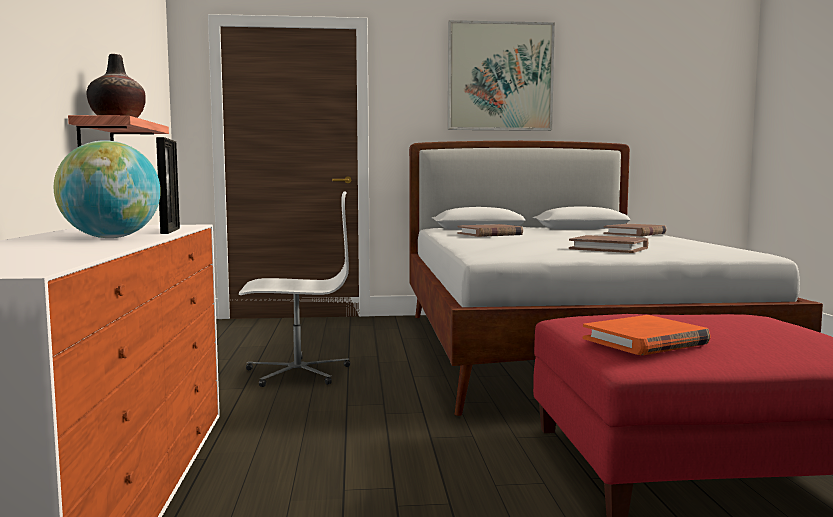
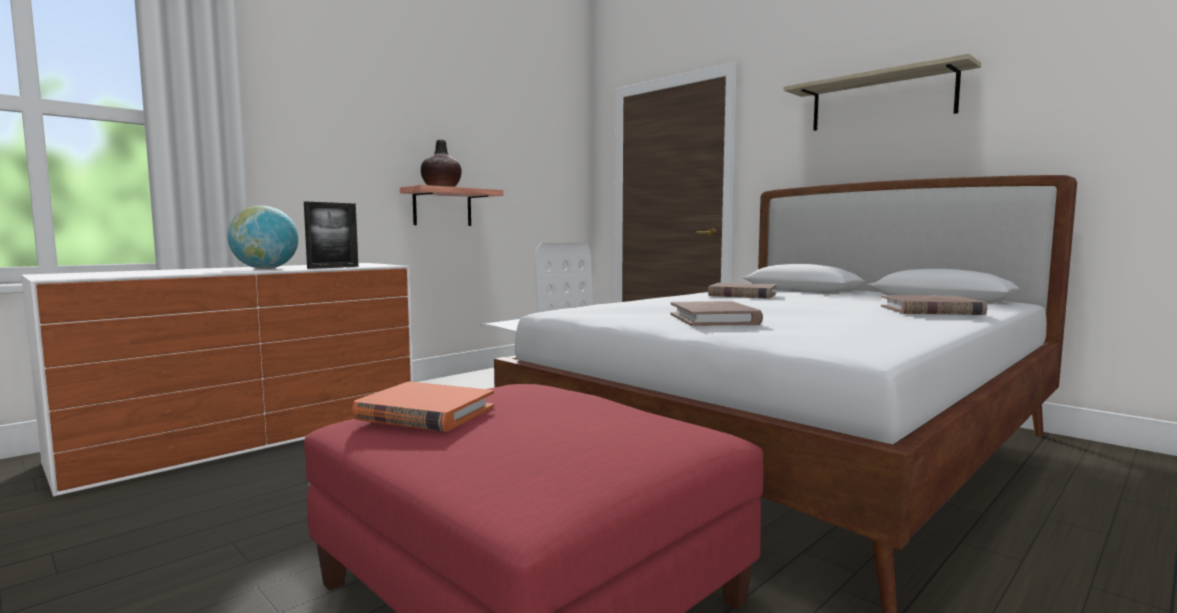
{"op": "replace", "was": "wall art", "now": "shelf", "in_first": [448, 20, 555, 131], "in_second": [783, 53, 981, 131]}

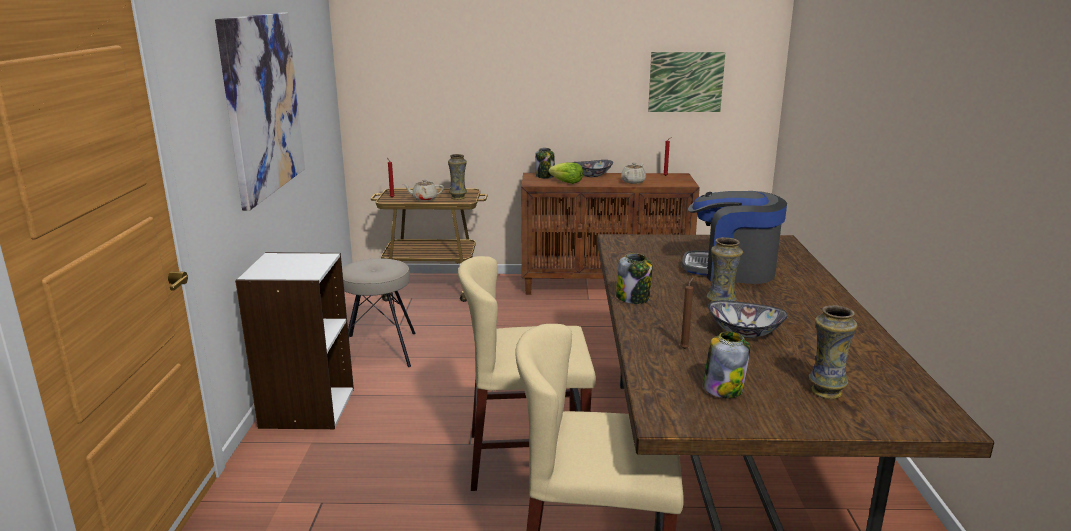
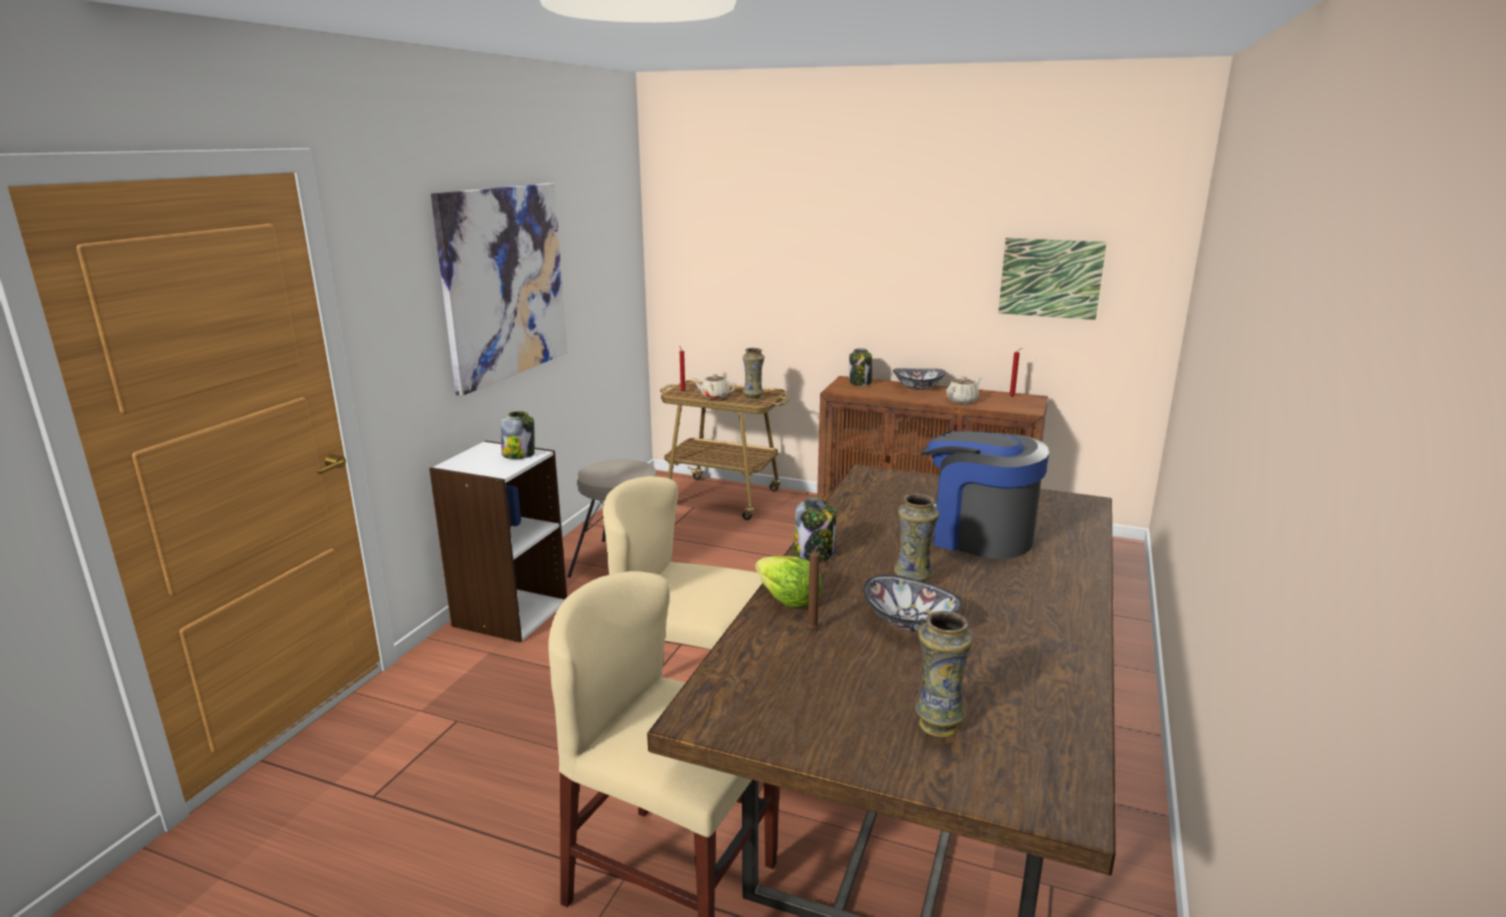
{"op": "move", "was": "jar", "in_first": [703, 331, 750, 398], "in_second": [501, 411, 535, 459]}
{"op": "move", "was": "head of lettuce", "in_first": [549, 162, 583, 184], "in_second": [755, 556, 822, 608]}

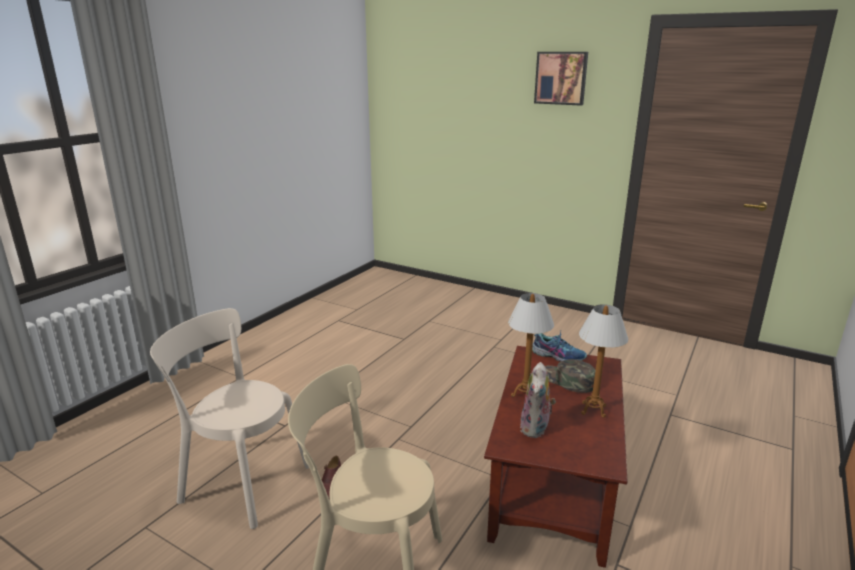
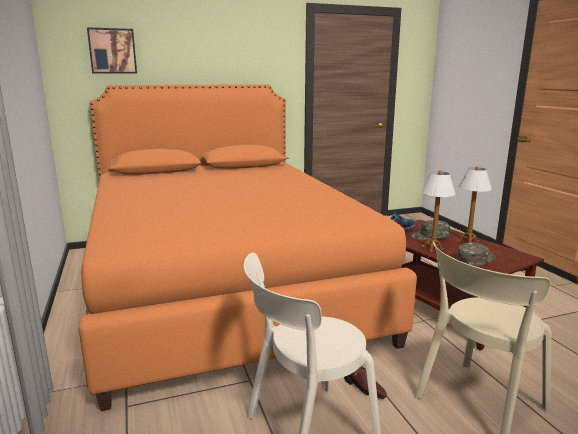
{"op": "insert", "now": "bedroom bed/orangey", "in_second": [79, 84, 417, 411]}
{"op": "move", "was": "wall art", "in_first": [534, 52, 588, 106], "in_second": [87, 27, 137, 74]}
{"op": "replace", "was": "plush toy", "now": "baseball cap/greenish", "in_first": [520, 362, 556, 438], "in_second": [456, 242, 496, 266]}

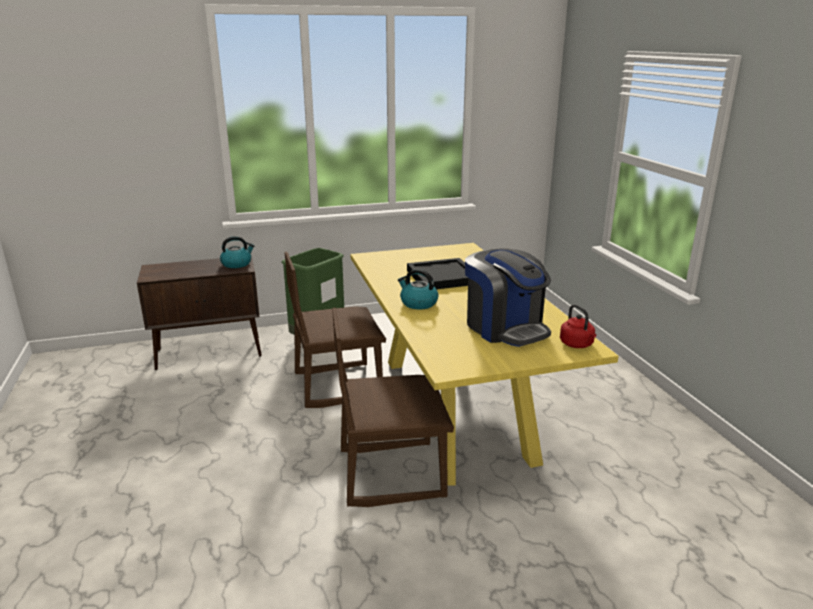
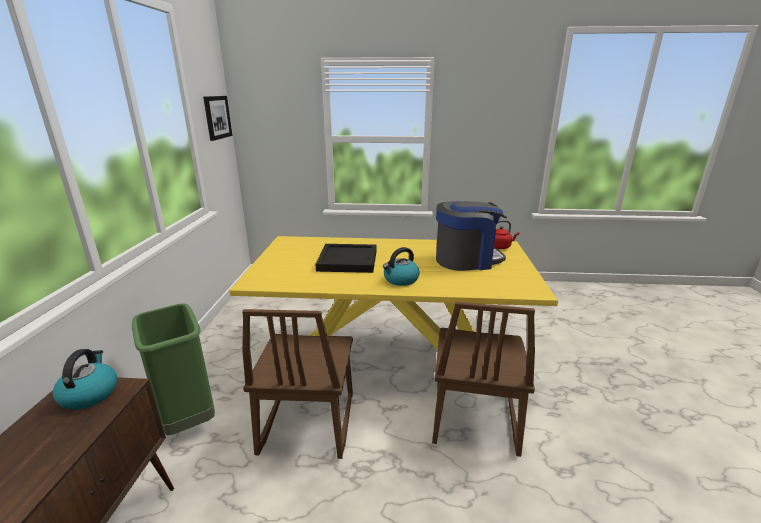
{"op": "insert", "now": "wall art", "in_second": [203, 96, 232, 141]}

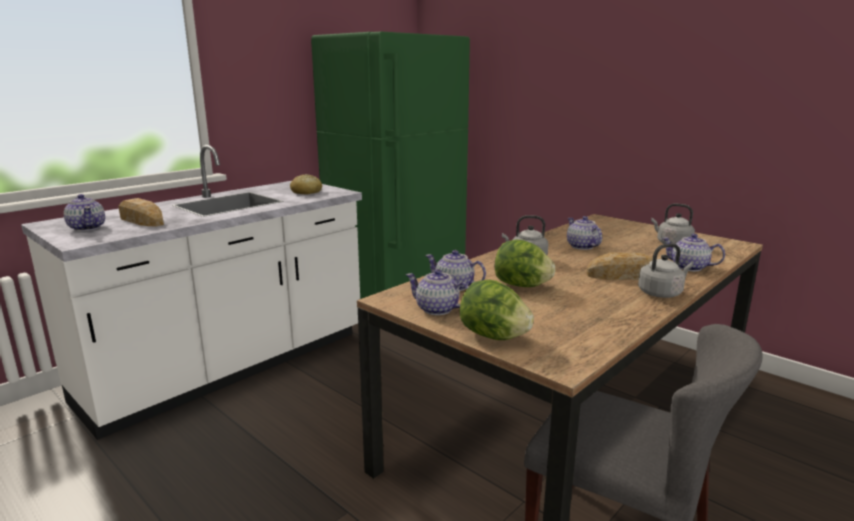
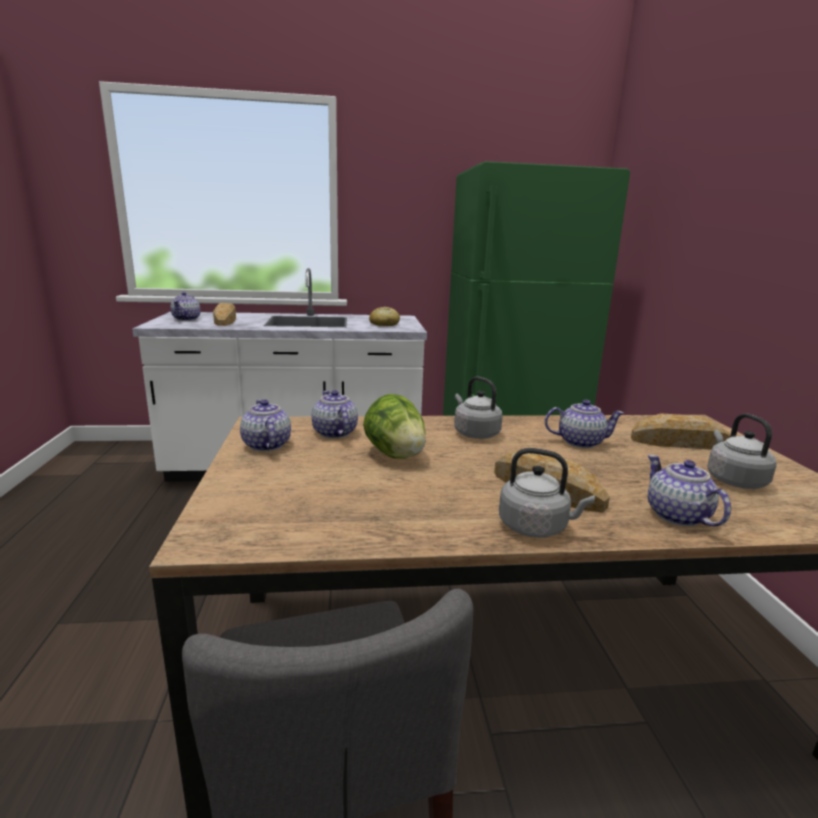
{"op": "rotate", "was": "tea pot", "in_first": [567, 216, 602, 250], "in_second": [545, 400, 625, 448], "clockwise": 75}
{"op": "insert", "now": "bread", "in_second": [631, 413, 731, 450]}
{"op": "delete", "was": "head of lettuce", "in_first": [460, 280, 534, 340]}

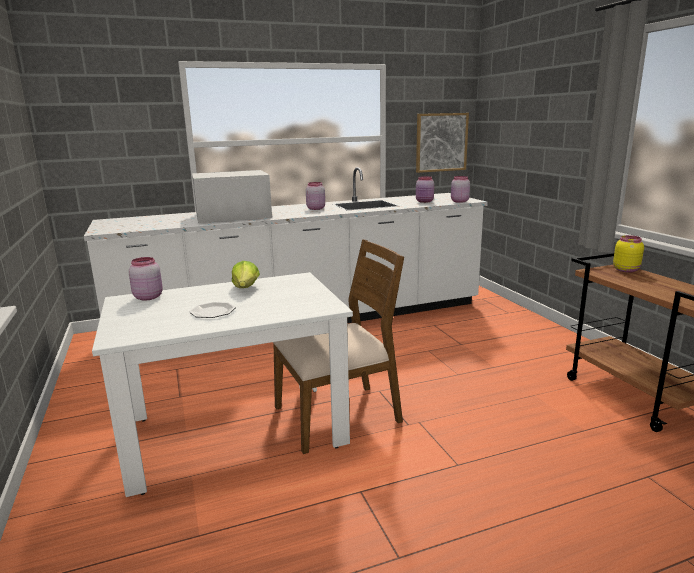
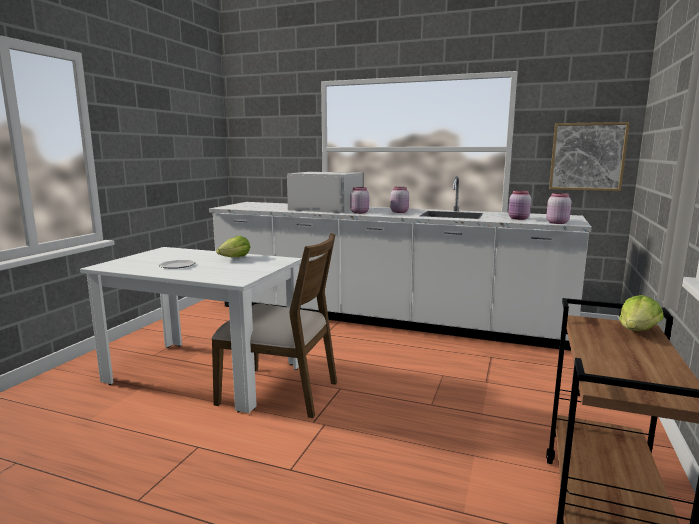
{"op": "move", "was": "jar/pink", "in_first": [129, 257, 163, 301], "in_second": [350, 187, 369, 214]}
{"op": "replace", "was": "jar/yellow", "now": "head of lettuce", "in_first": [613, 235, 644, 272], "in_second": [619, 295, 664, 331]}

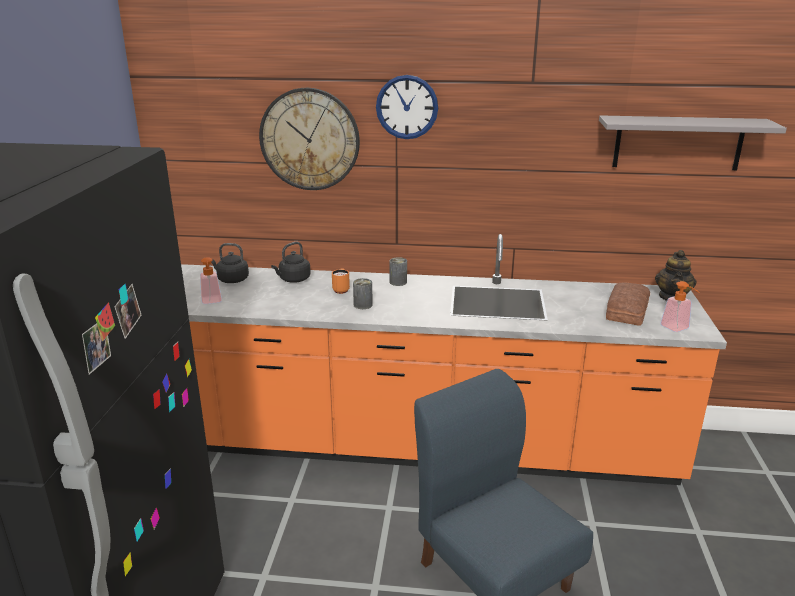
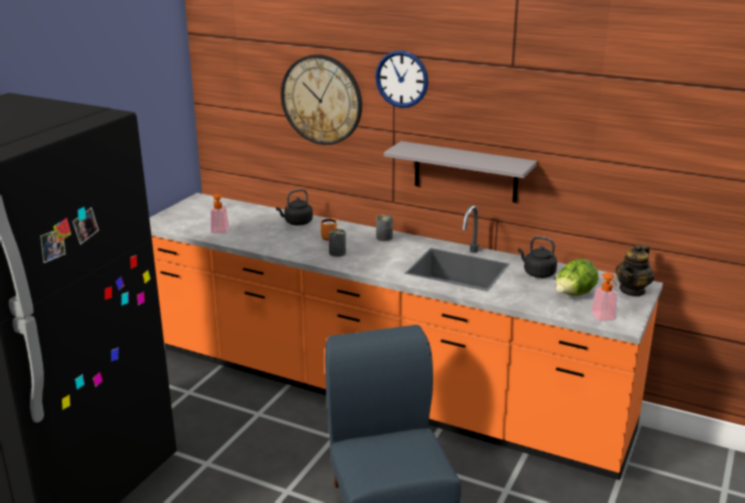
{"op": "move", "was": "shelf/grey", "in_first": [599, 115, 787, 170], "in_second": [384, 141, 537, 203]}
{"op": "move", "was": "tea kettle/black-coloured", "in_first": [211, 243, 249, 283], "in_second": [518, 236, 557, 278]}
{"op": "replace", "was": "bread", "now": "head of lettuce", "in_first": [606, 283, 650, 326], "in_second": [556, 259, 599, 296]}

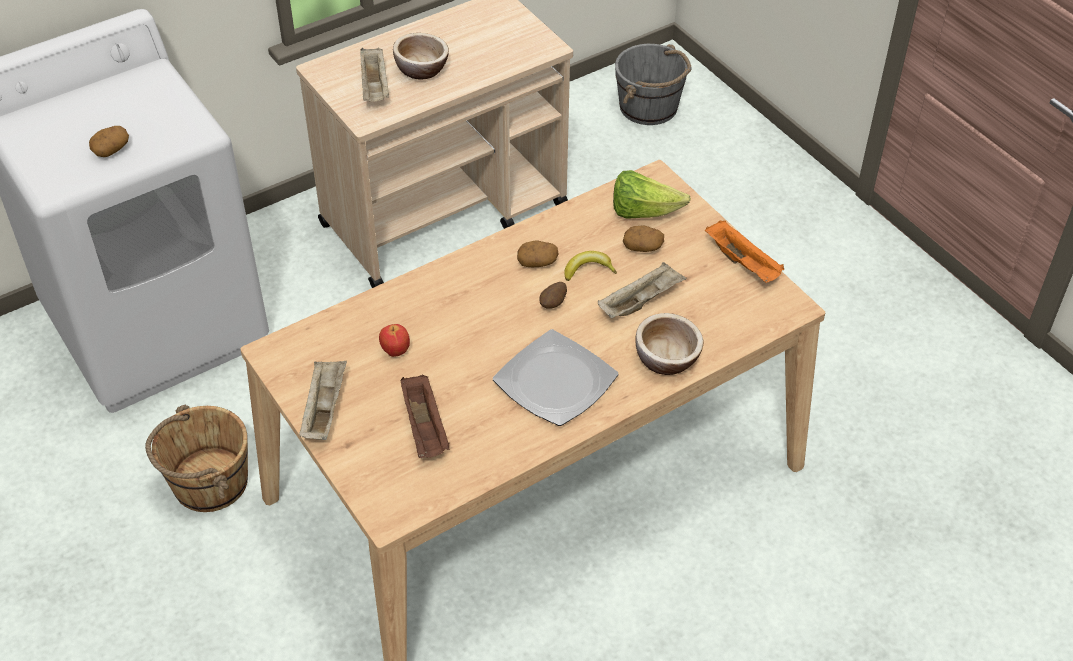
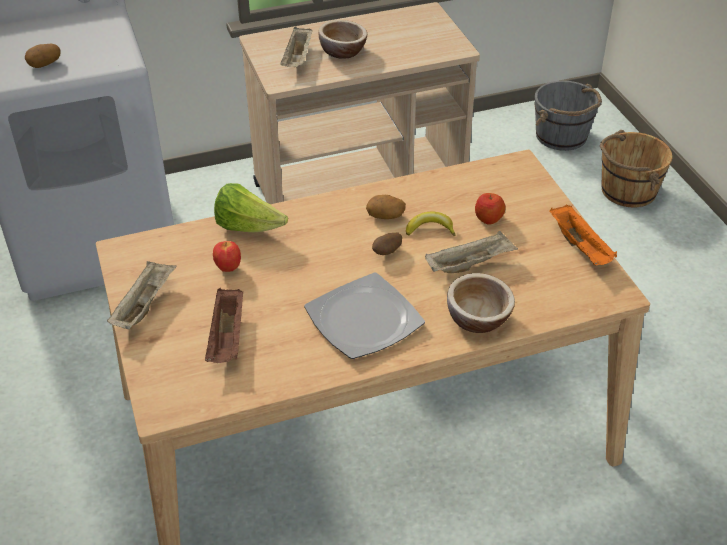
{"op": "move", "was": "head of lettuce", "in_first": [613, 170, 691, 219], "in_second": [214, 183, 288, 232]}
{"op": "replace", "was": "potato", "now": "whole apple", "in_first": [623, 225, 664, 252], "in_second": [475, 193, 506, 225]}
{"op": "move", "was": "water bucket/brownish", "in_first": [145, 405, 248, 512], "in_second": [600, 130, 673, 207]}

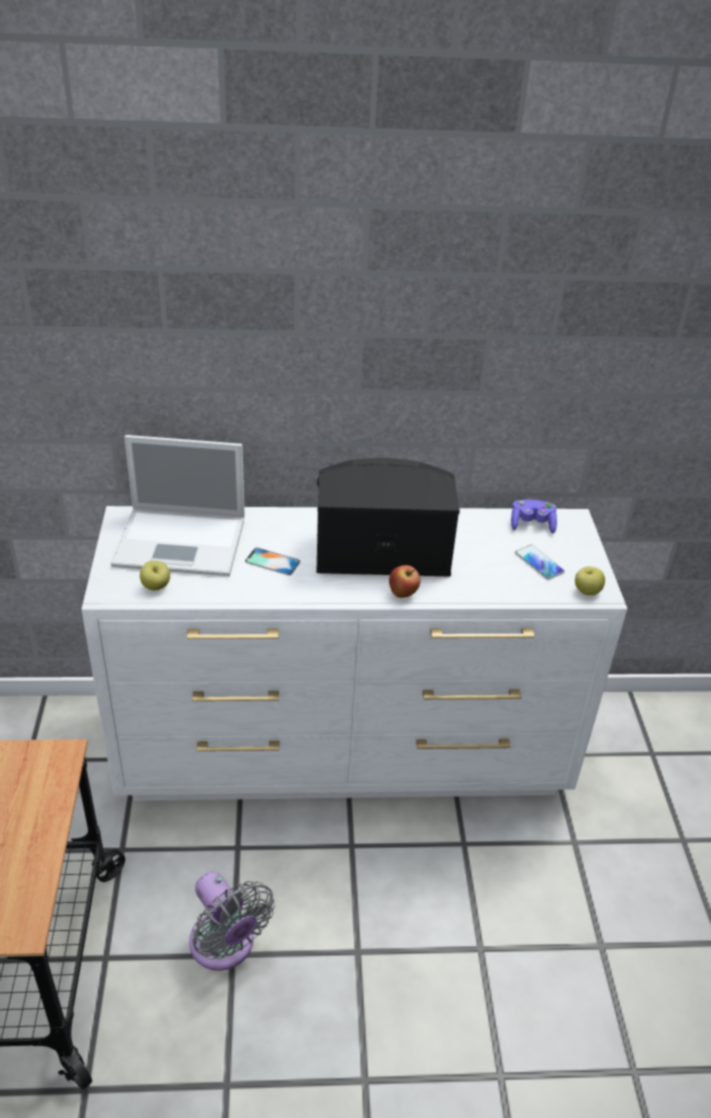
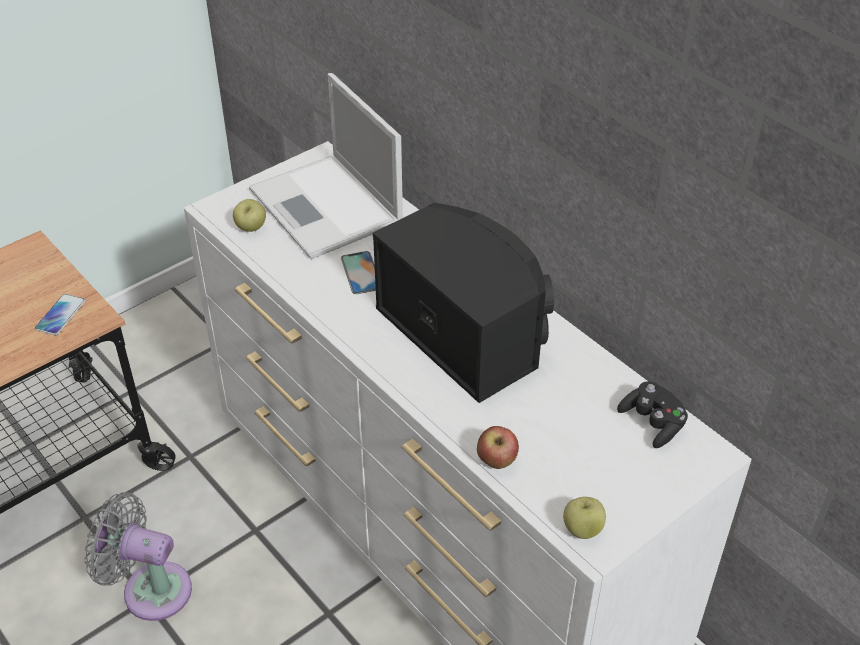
{"op": "move", "was": "phone", "in_first": [515, 545, 565, 580], "in_second": [35, 294, 86, 335]}
{"op": "rotate", "was": "fan/grey", "in_first": [189, 871, 275, 971], "in_second": [85, 492, 192, 621], "clockwise": 90}
{"op": "move", "was": "whole apple", "in_first": [389, 565, 420, 598], "in_second": [477, 426, 519, 469]}
{"op": "recolor", "was": "game controller/purple", "now": "game controller/black-coloured", "in_first": [511, 500, 557, 534], "in_second": [617, 381, 688, 448]}

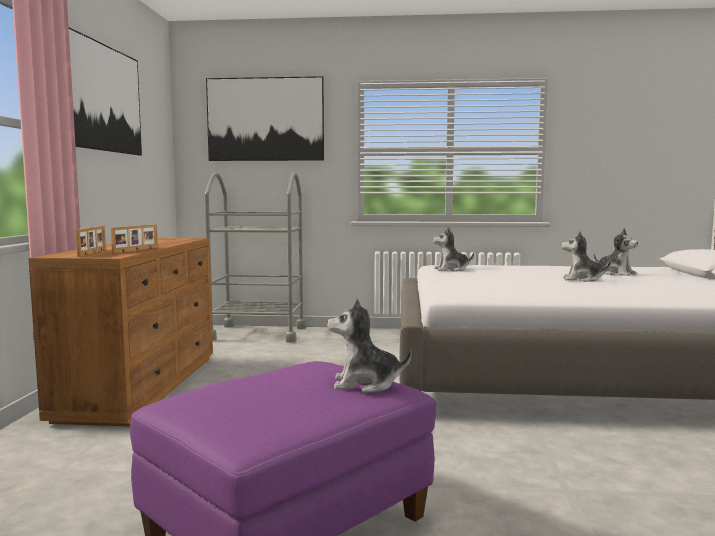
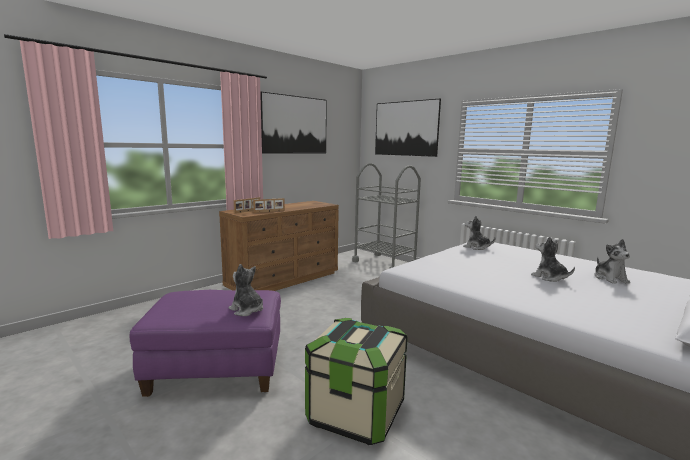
{"op": "insert", "now": "storage bin", "in_second": [305, 318, 408, 445]}

